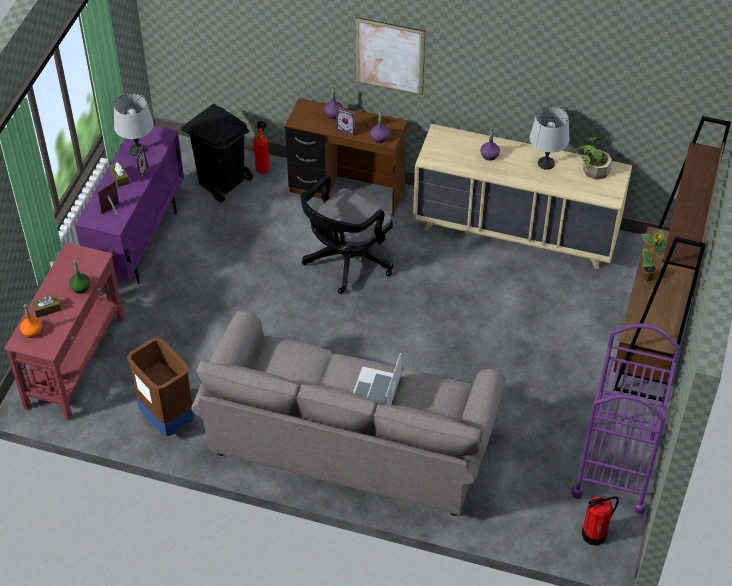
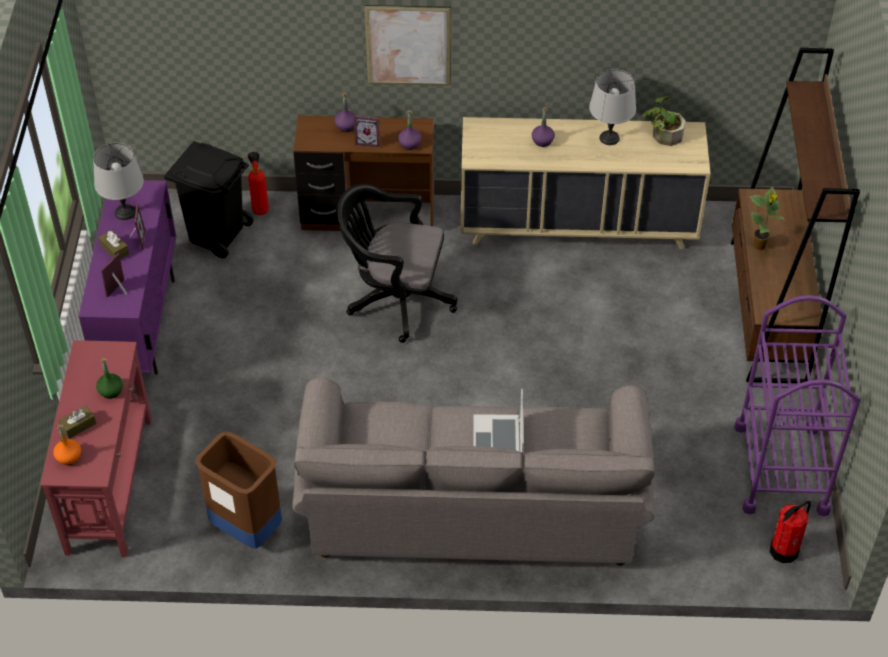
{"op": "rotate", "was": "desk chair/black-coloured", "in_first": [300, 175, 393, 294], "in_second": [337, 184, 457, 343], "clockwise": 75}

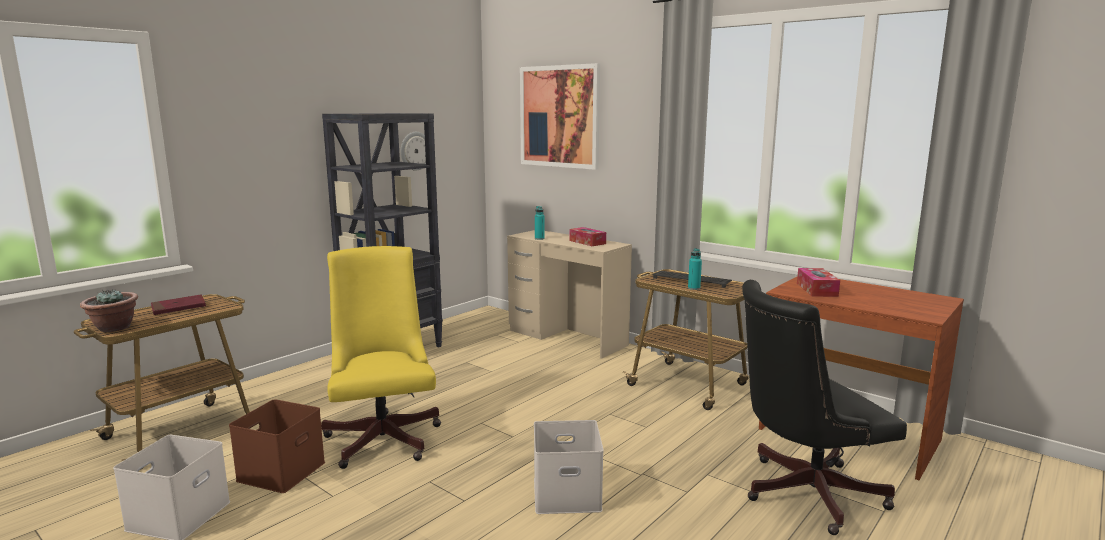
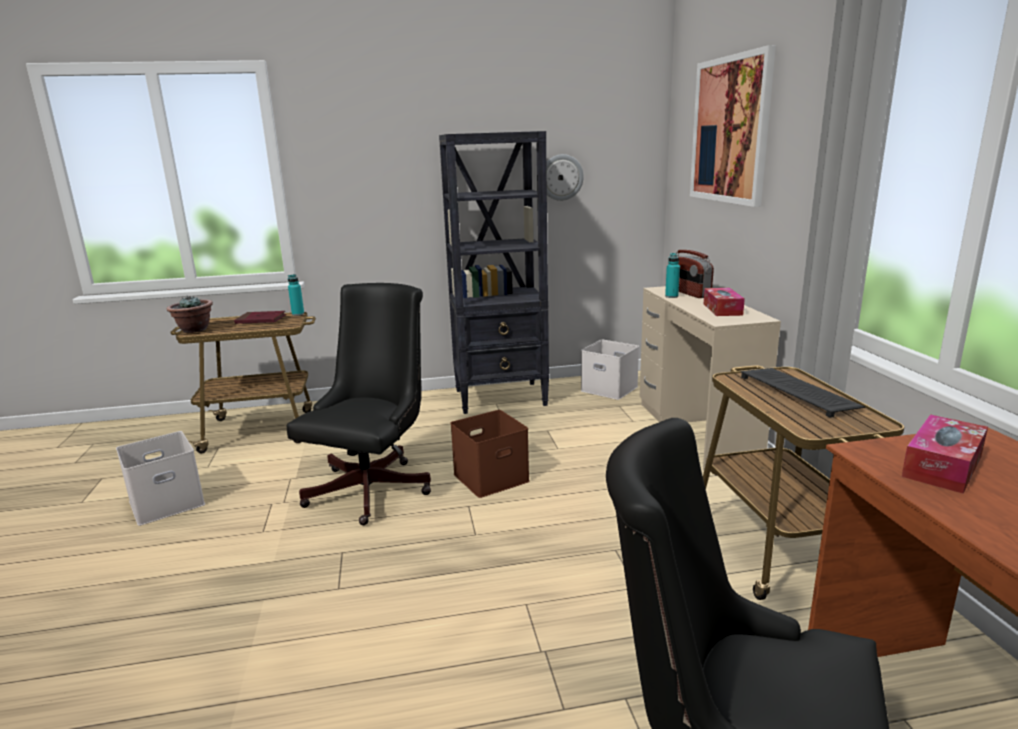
{"op": "recolor", "was": "desk chair/yellow", "now": "desk chair/black-coloured", "in_first": [321, 246, 441, 469], "in_second": [287, 283, 431, 525]}
{"op": "move", "was": "bottle/blue-green", "in_first": [688, 248, 702, 290], "in_second": [288, 274, 304, 316]}
{"op": "move", "was": "storage bin/brownish", "in_first": [229, 399, 325, 493], "in_second": [451, 410, 530, 498]}
{"op": "move", "was": "storage bin/white", "in_first": [534, 420, 604, 514], "in_second": [581, 340, 639, 400]}
{"op": "insert", "now": "radio receiver", "in_second": [676, 250, 714, 298]}

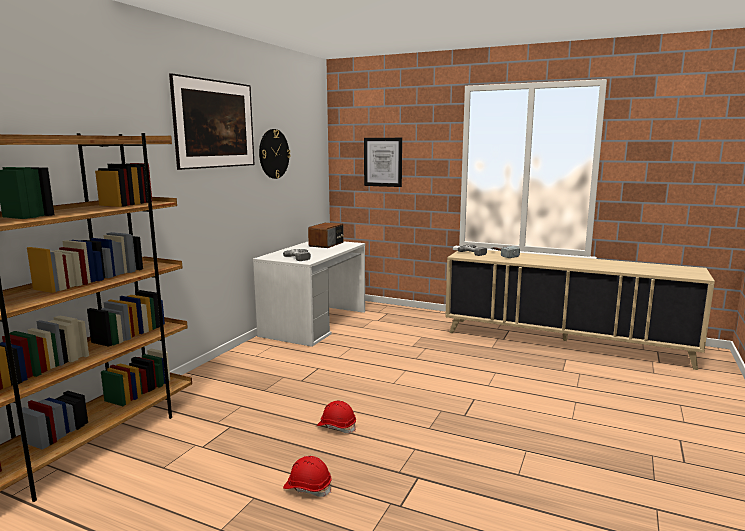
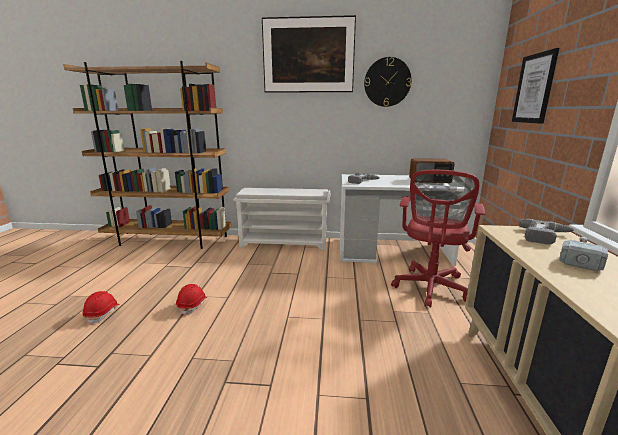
{"op": "insert", "now": "shoe stand/white", "in_second": [233, 188, 330, 250]}
{"op": "insert", "now": "desk chair/reddish", "in_second": [391, 170, 485, 308]}

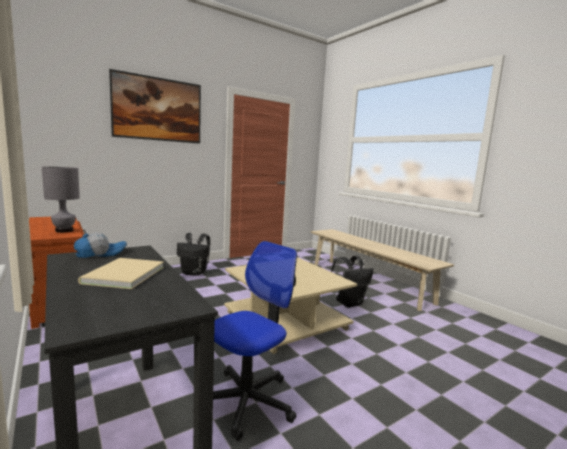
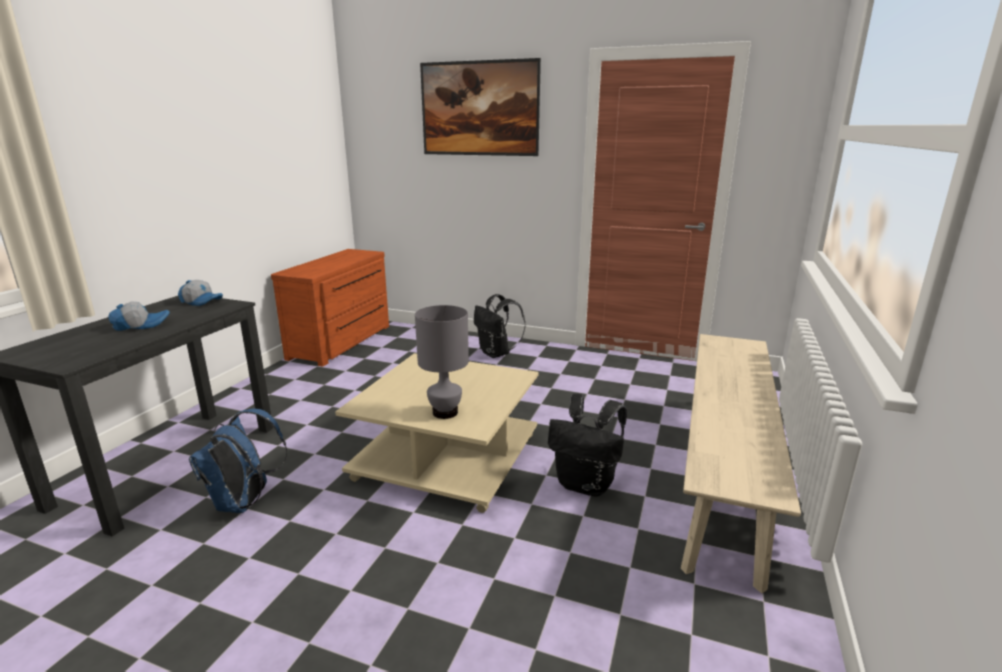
{"op": "replace", "was": "bound book/sand-coloured", "now": "baseball cap", "in_first": [78, 258, 164, 289], "in_second": [108, 301, 170, 331]}
{"op": "replace", "was": "desk chair", "now": "rucksack/blue", "in_first": [213, 241, 297, 441], "in_second": [189, 409, 287, 513]}
{"op": "move", "was": "table lamp/grey", "in_first": [42, 167, 80, 233], "in_second": [415, 305, 469, 419]}

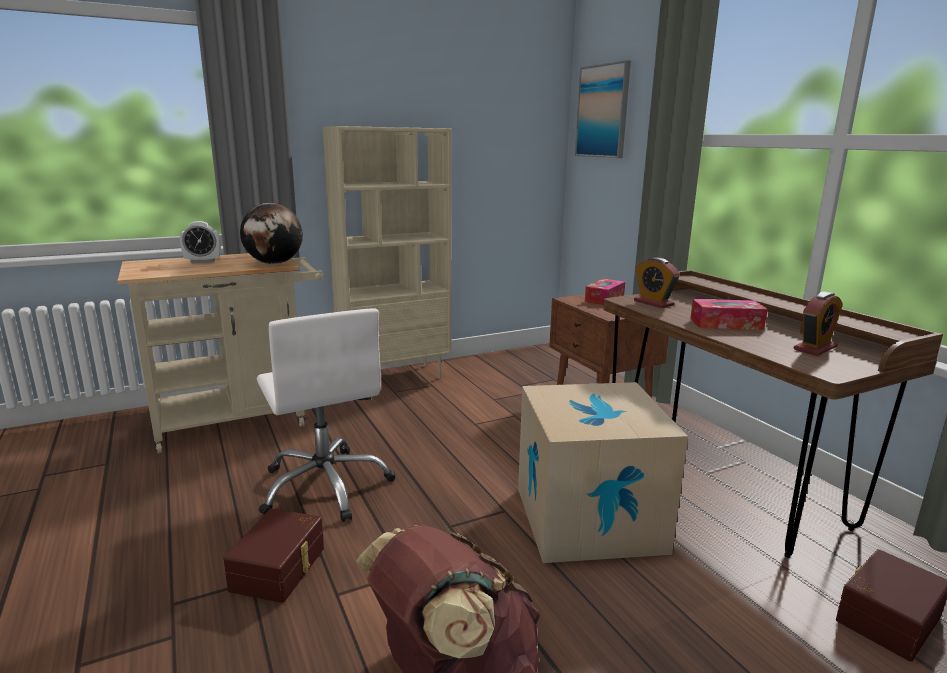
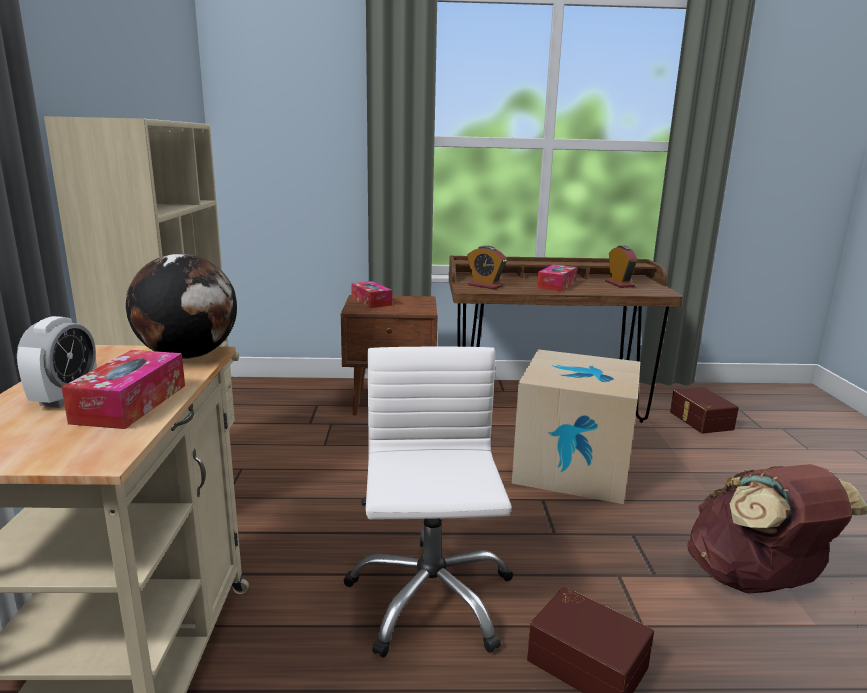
{"op": "insert", "now": "tissue box", "in_second": [61, 350, 185, 429]}
{"op": "rotate", "was": "desk chair/white", "in_first": [257, 308, 395, 522], "in_second": [343, 347, 513, 658], "clockwise": -90}
{"op": "rotate", "was": "alarm clock", "in_first": [634, 258, 680, 308], "in_second": [467, 246, 507, 289], "clockwise": 45}
{"op": "delete", "was": "wall art", "in_first": [575, 60, 631, 158]}

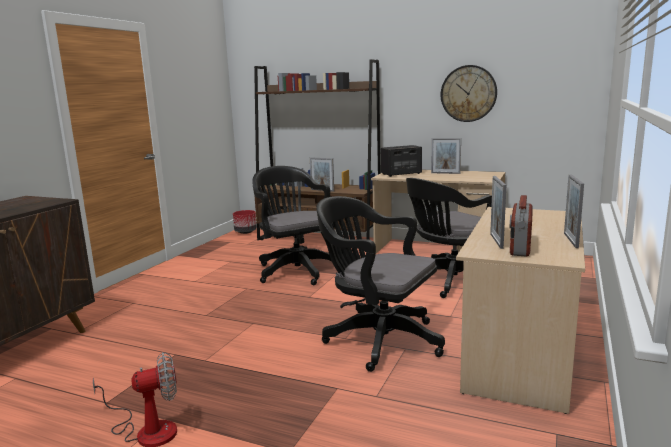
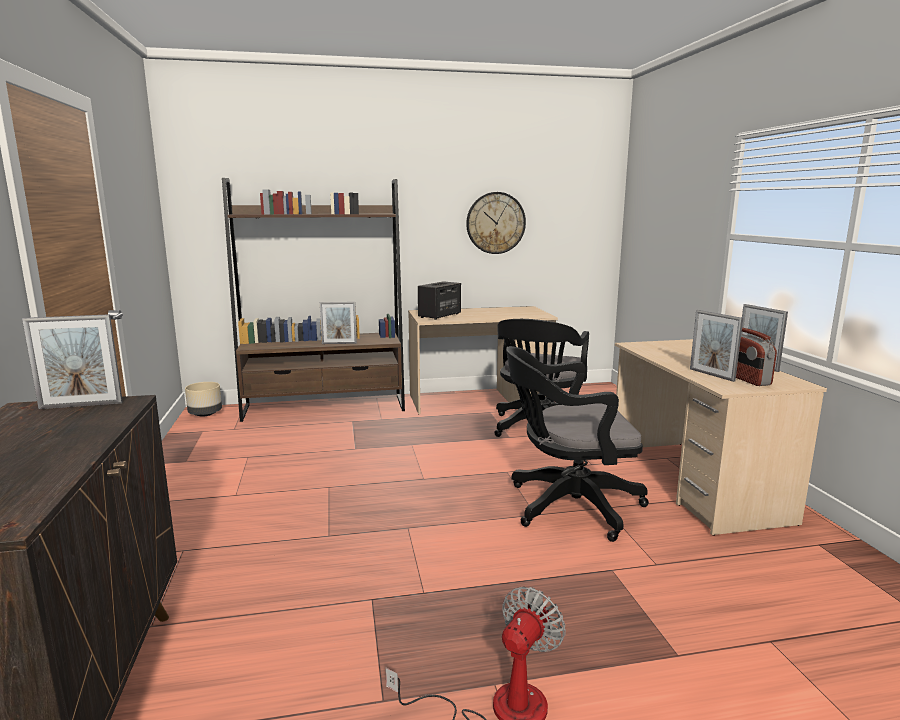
{"op": "move", "was": "standing frame", "in_first": [431, 138, 461, 174], "in_second": [22, 314, 123, 409]}
{"op": "recolor", "was": "plant pot/reddish", "now": "plant pot/sand-coloured", "in_first": [233, 210, 257, 234], "in_second": [185, 382, 222, 417]}
{"op": "delete", "was": "desk chair/black-coloured", "in_first": [252, 166, 334, 285]}

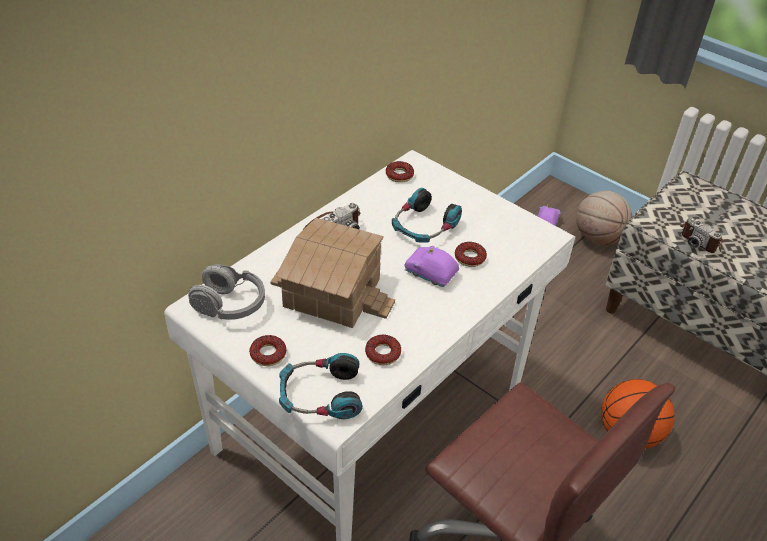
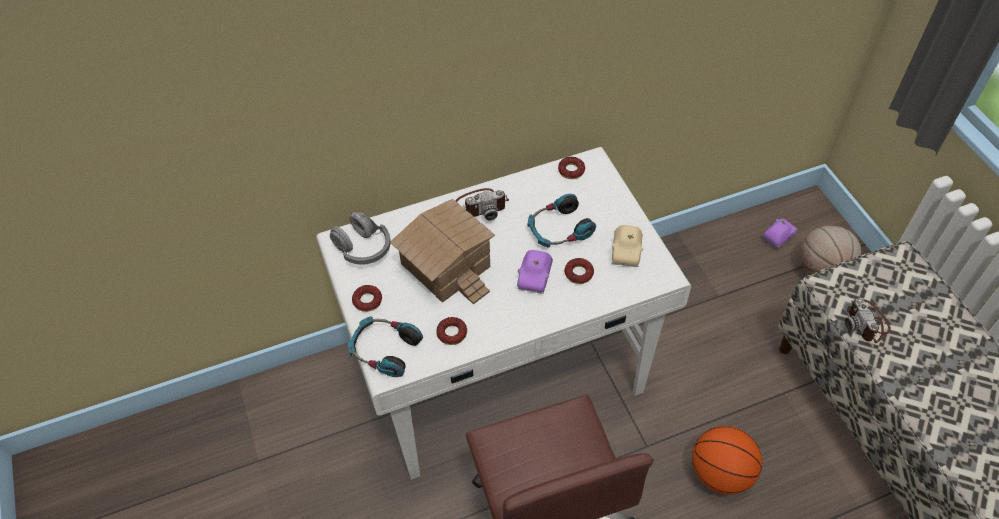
{"op": "rotate", "was": "toy car/purple", "in_first": [404, 246, 459, 287], "in_second": [517, 250, 553, 294], "clockwise": -135}
{"op": "insert", "now": "toy car/sand-coloured", "in_second": [612, 225, 643, 267]}

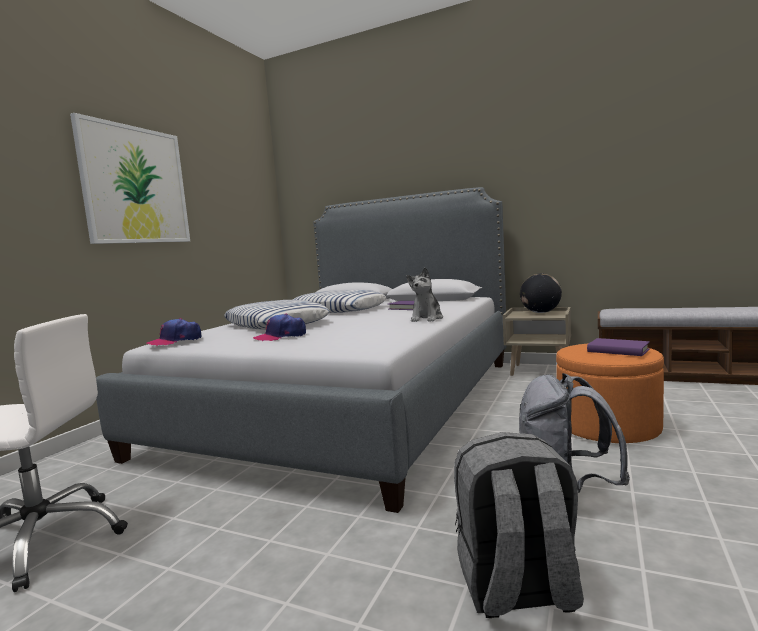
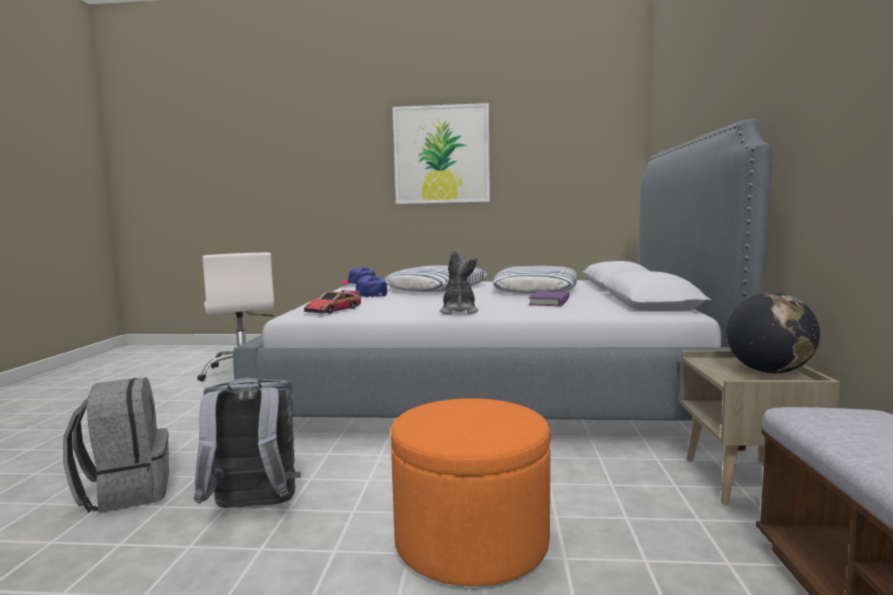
{"op": "insert", "now": "toy car", "in_second": [304, 290, 361, 314]}
{"op": "rotate", "was": "plush toy", "in_first": [407, 267, 443, 322], "in_second": [440, 249, 479, 314], "clockwise": 90}
{"op": "delete", "was": "bound book/purple", "in_first": [587, 338, 650, 356]}

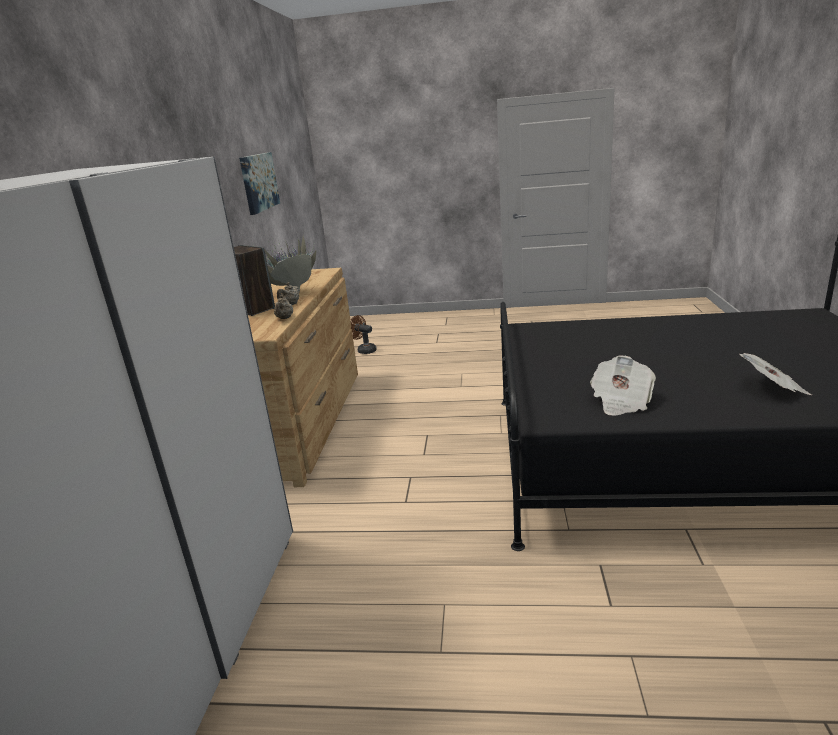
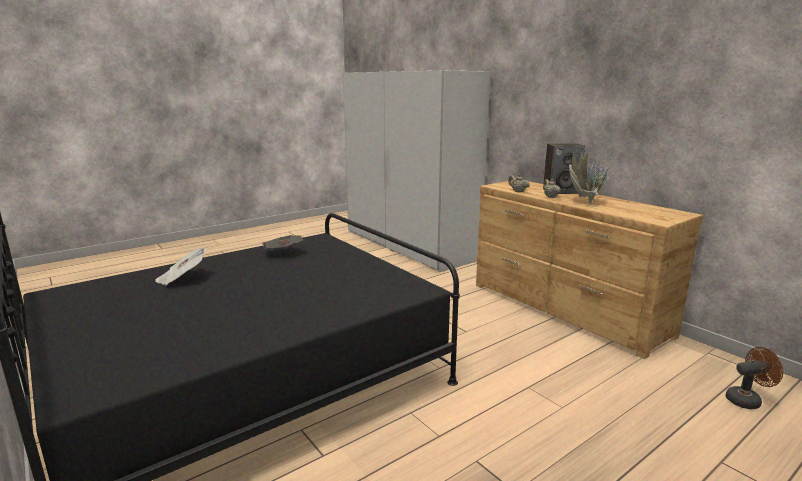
{"op": "delete", "was": "wall art", "in_first": [239, 152, 280, 215]}

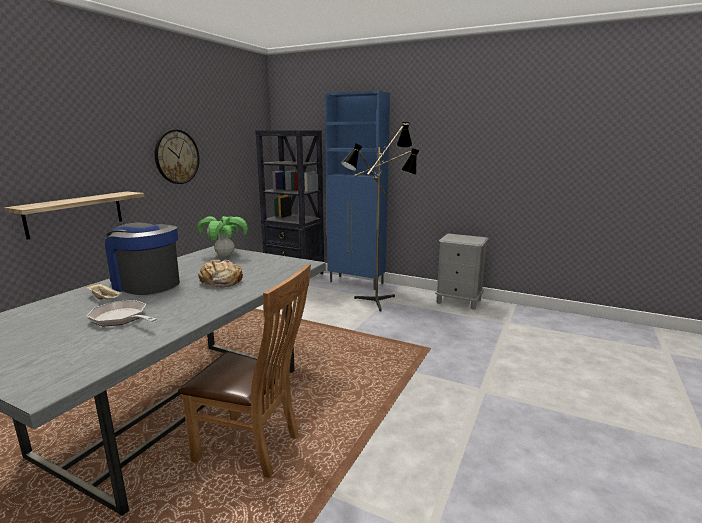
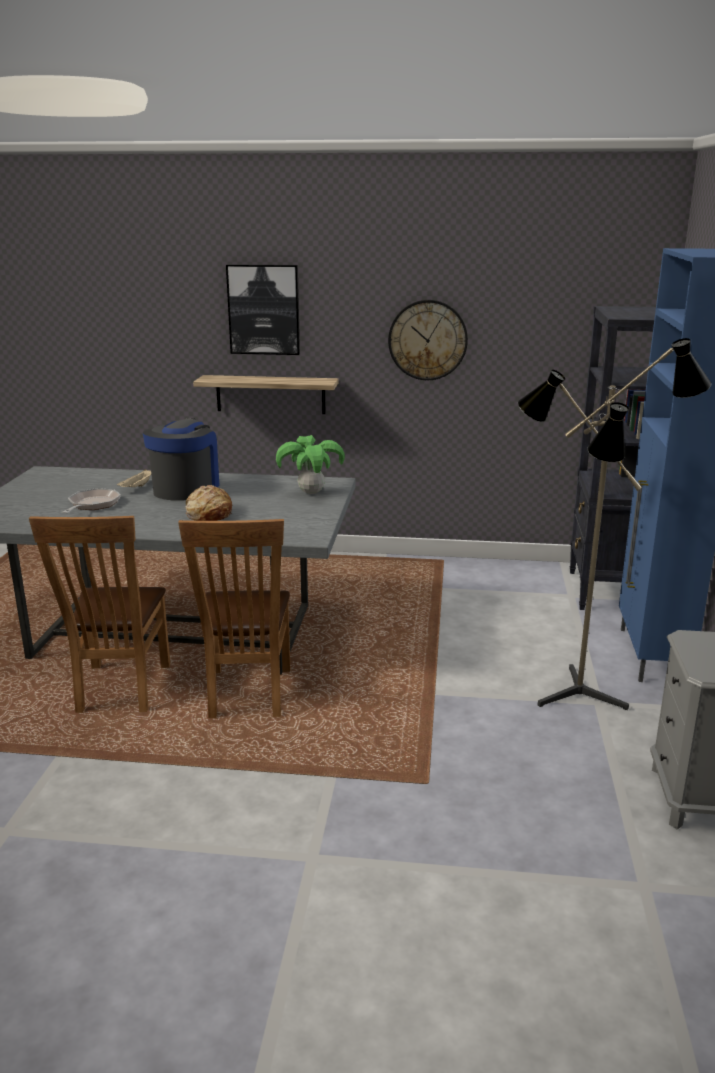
{"op": "insert", "now": "chair/brownish", "in_second": [178, 519, 290, 718]}
{"op": "insert", "now": "wall art", "in_second": [226, 264, 300, 355]}

